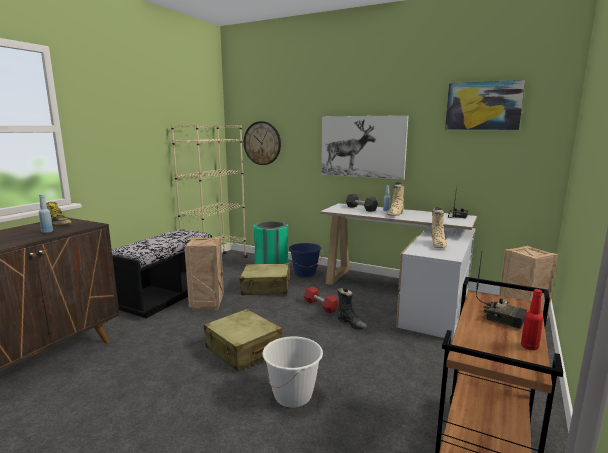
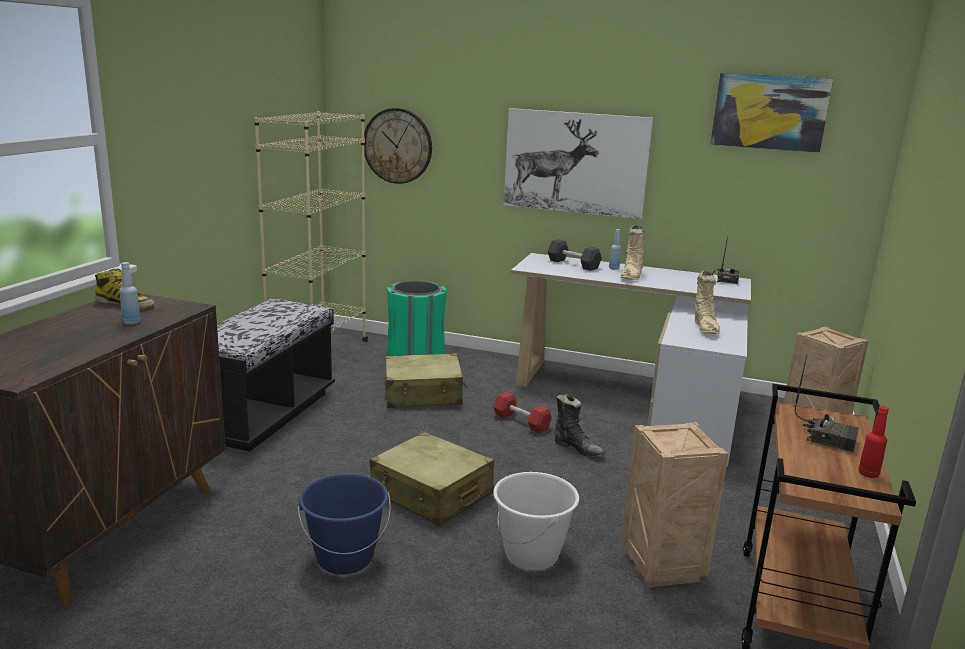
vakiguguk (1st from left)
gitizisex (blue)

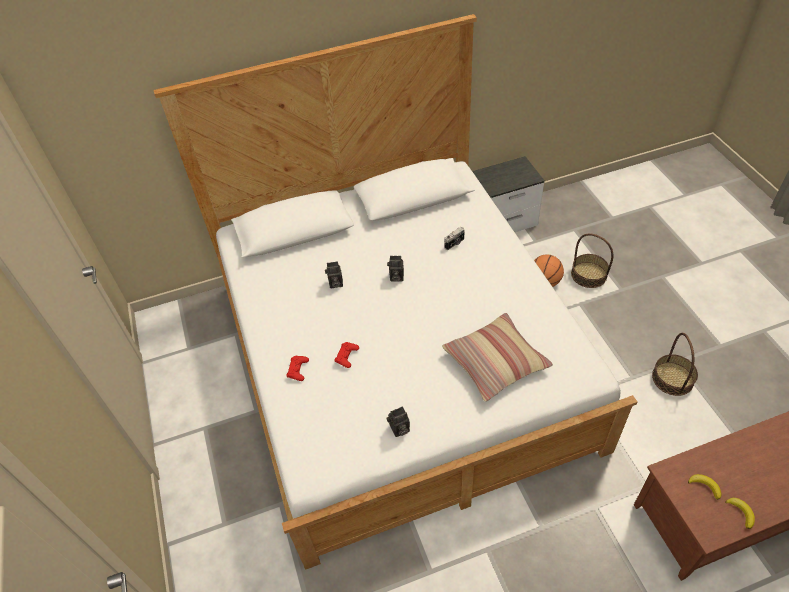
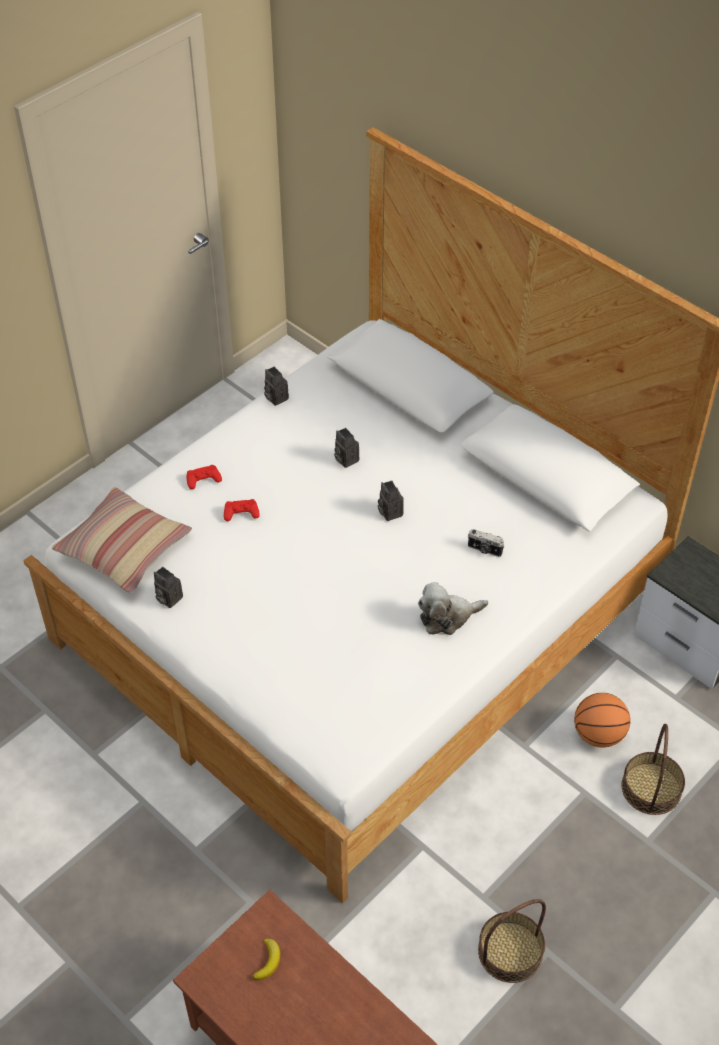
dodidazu (2nd from left in the first image)
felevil (2nd from left)
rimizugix
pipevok

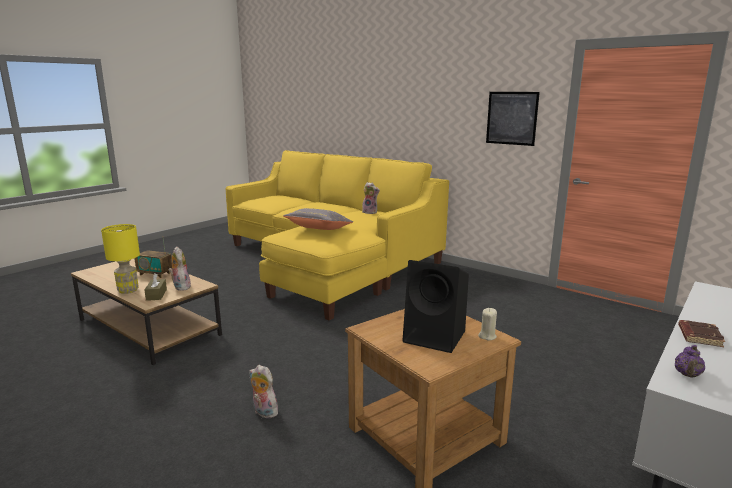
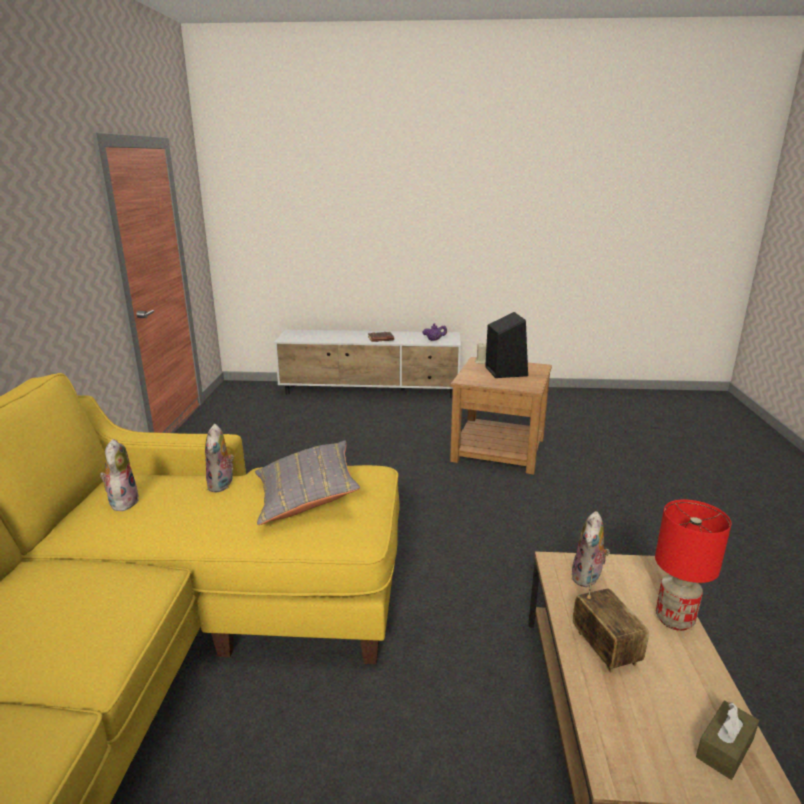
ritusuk
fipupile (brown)
rimizugix (2nd from left)
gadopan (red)

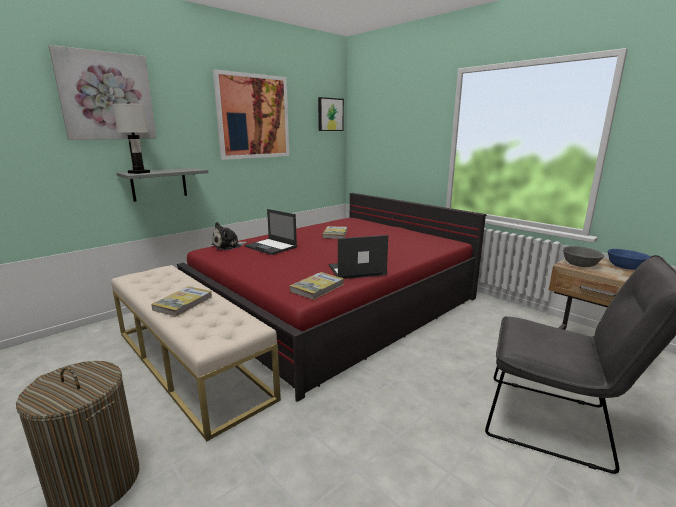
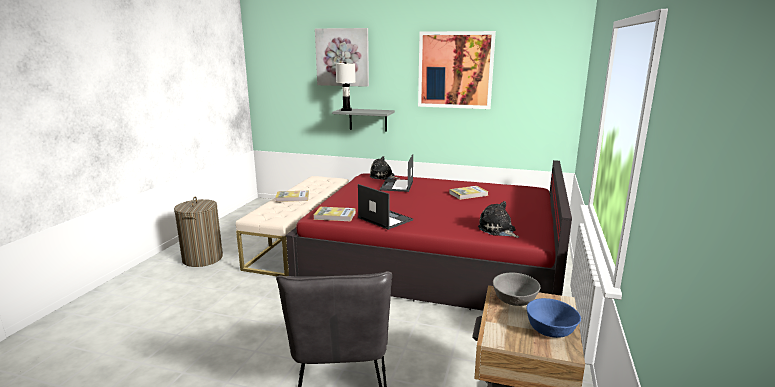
ritusuk (3rd from left in the first image)
rimizugix (2nd from left)

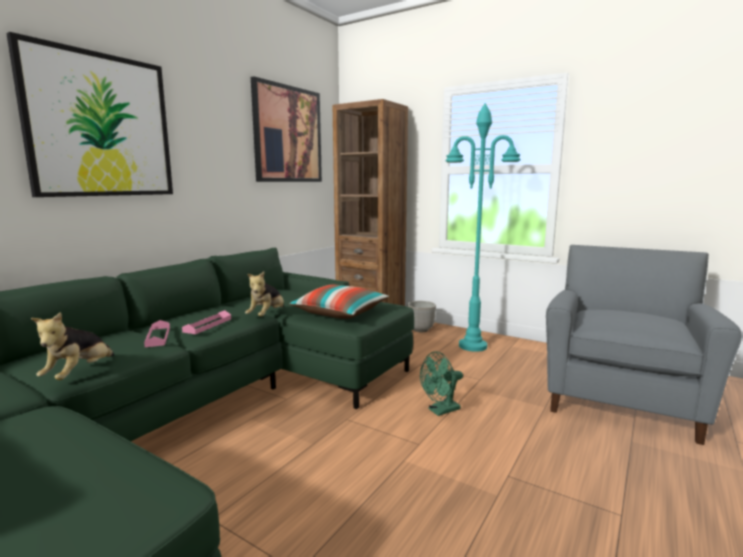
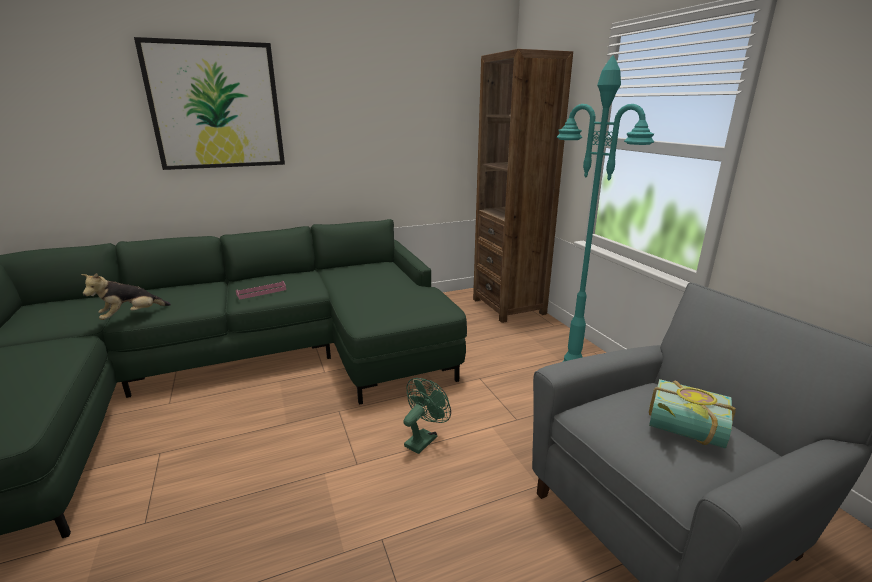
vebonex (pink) (1st from left in the first image)
rimizugix (2nd from left in the first image)
ritusuk (2nd from left in the first image)
pipevok
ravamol
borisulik
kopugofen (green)

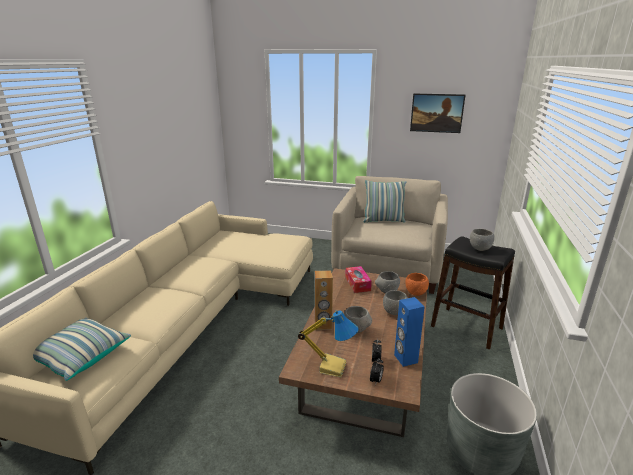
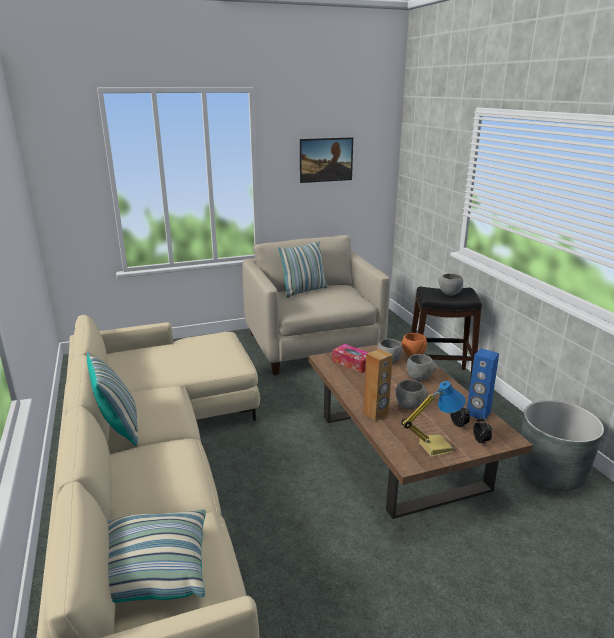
pipevok (1st from left)

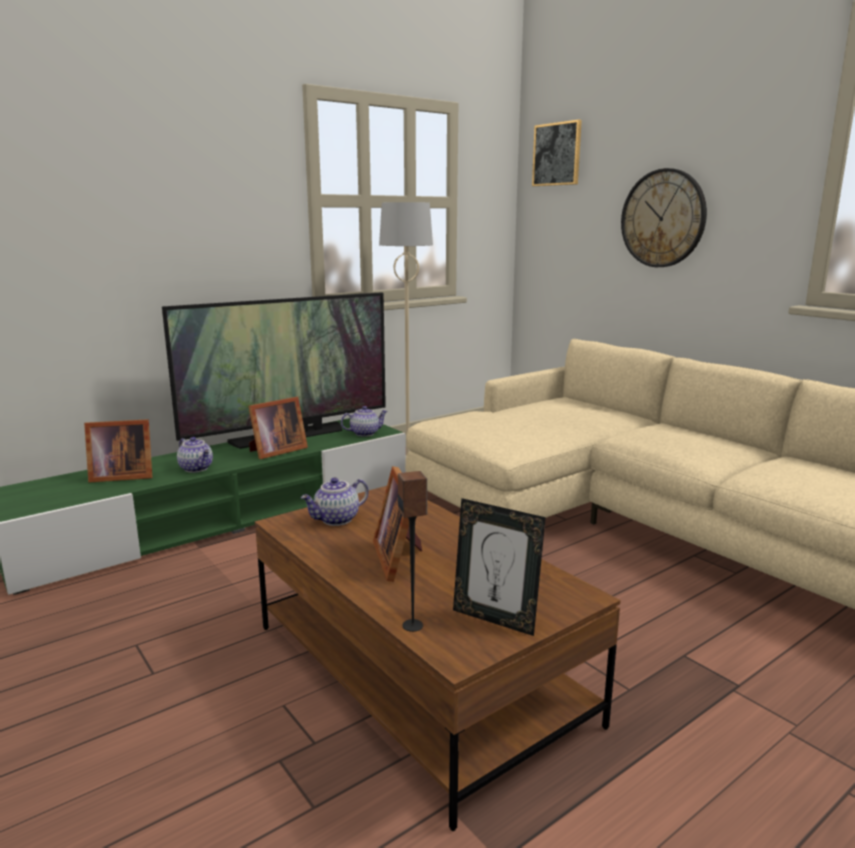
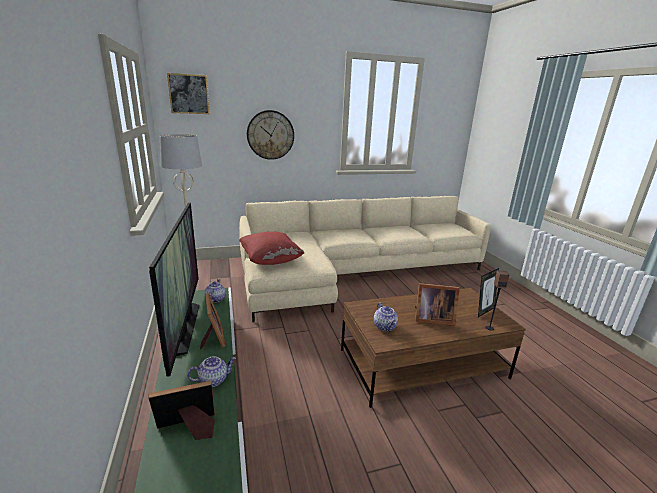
pipevok (red)
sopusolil (1st from left)

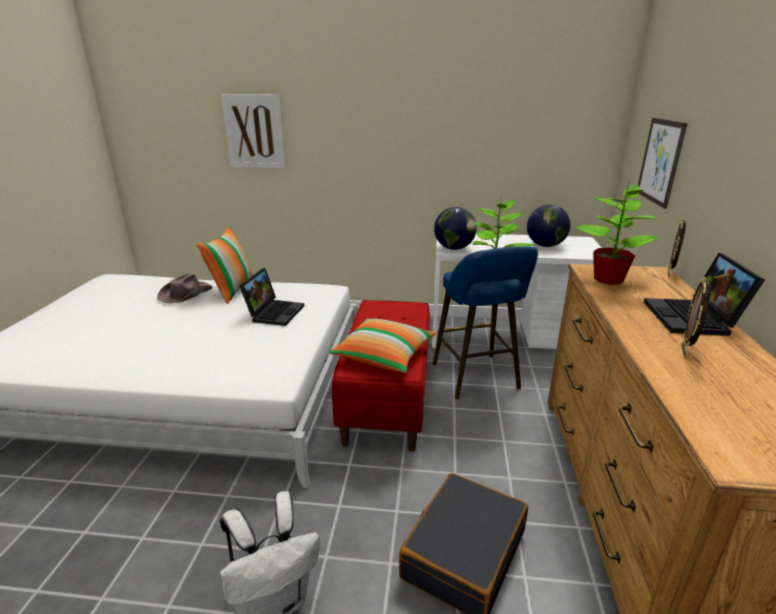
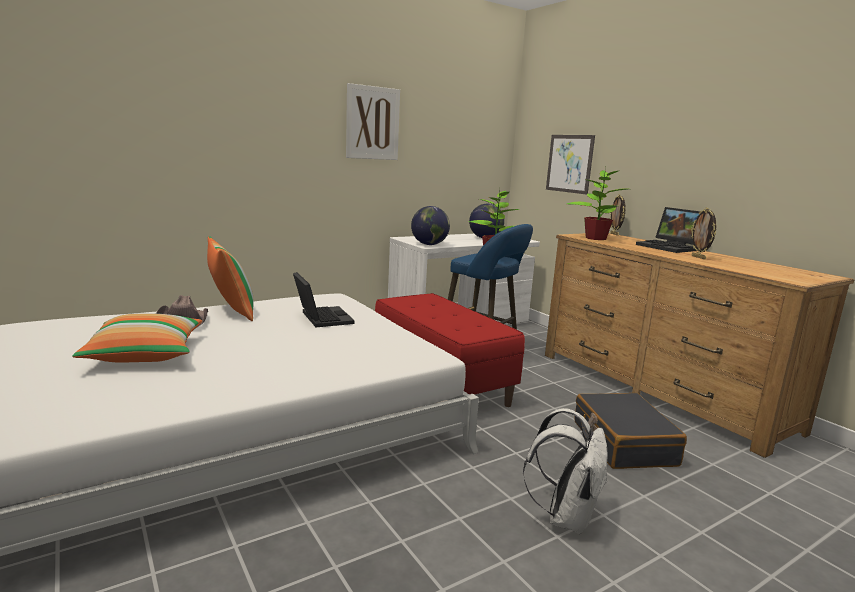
ritusuk (1st from left)
pipevok (1st from left)

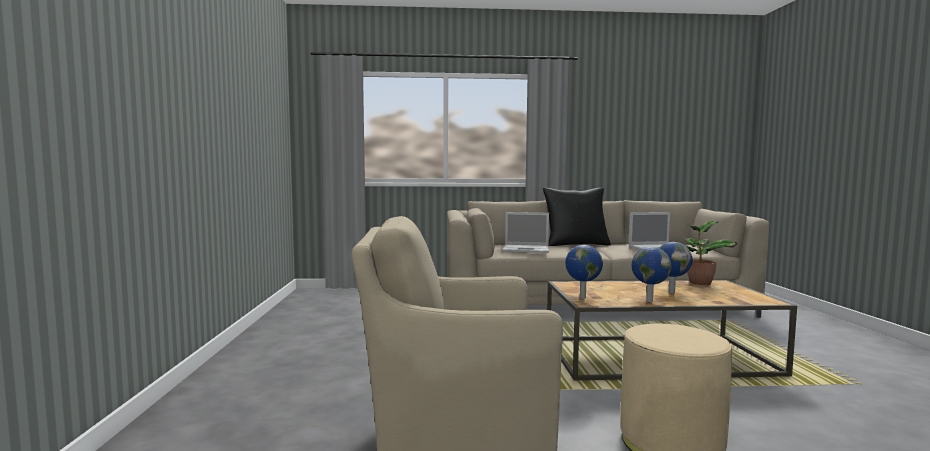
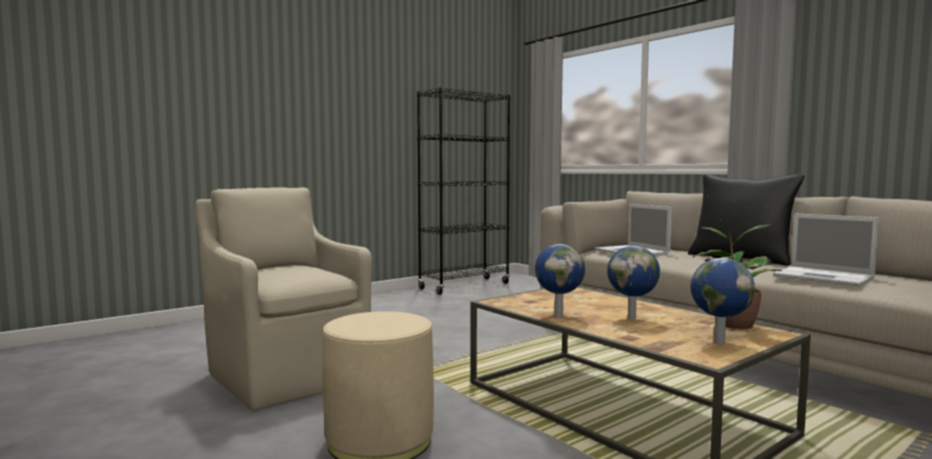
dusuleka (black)
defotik (3rd from left)

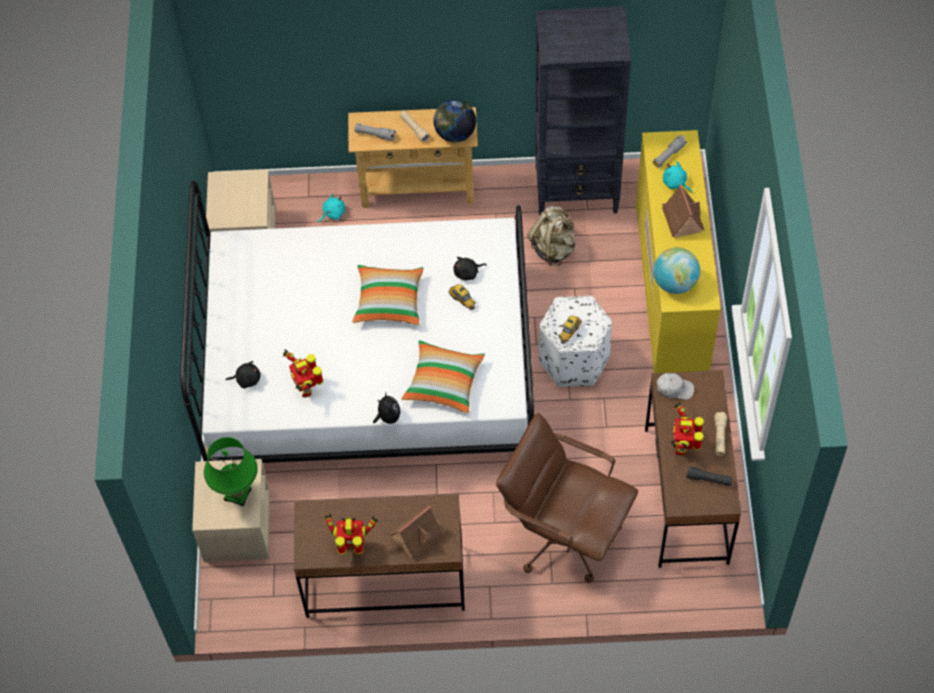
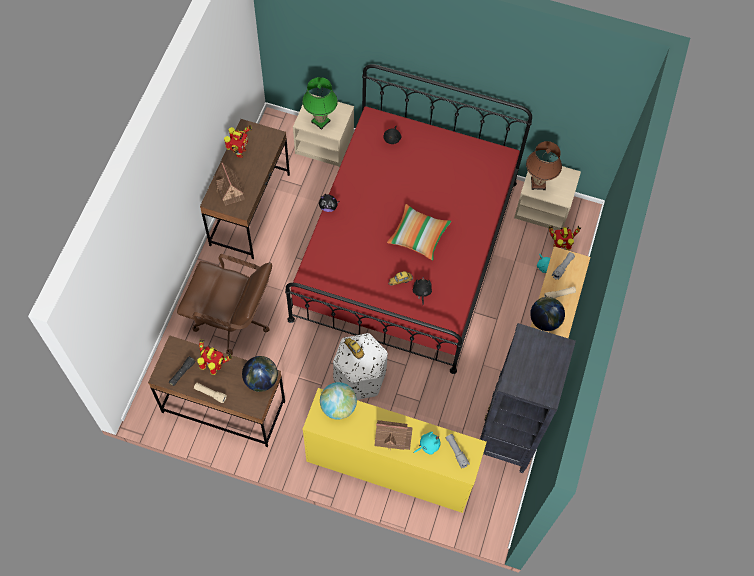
pipevok (2nd from left in the first image)
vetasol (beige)
gadopan (brown)
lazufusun (3rd from left)
defotik (1st from left)
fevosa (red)
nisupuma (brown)

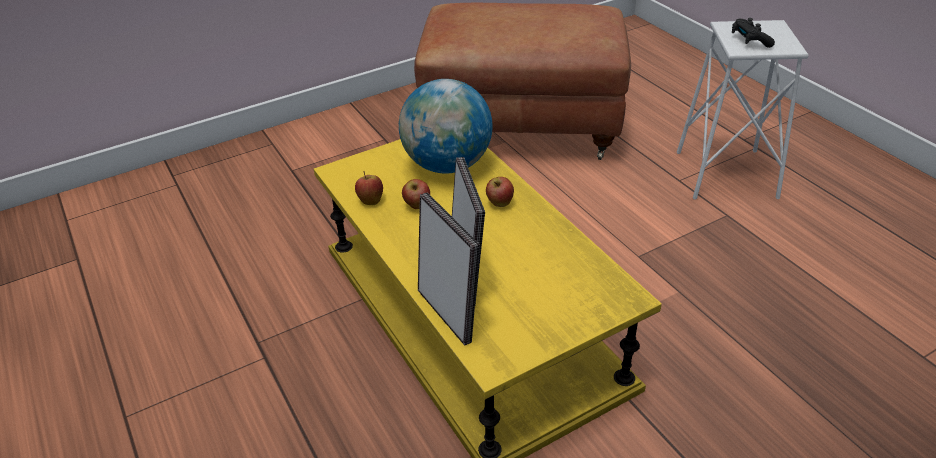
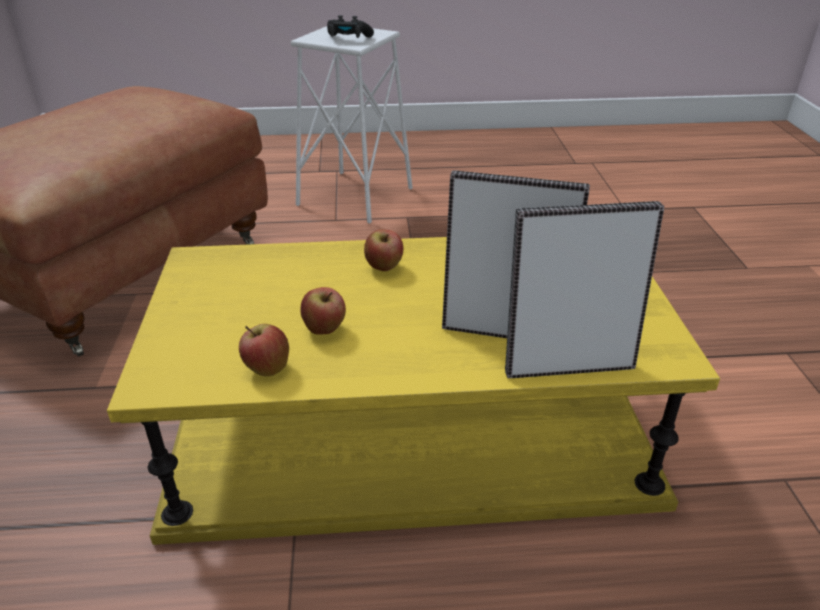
defotik

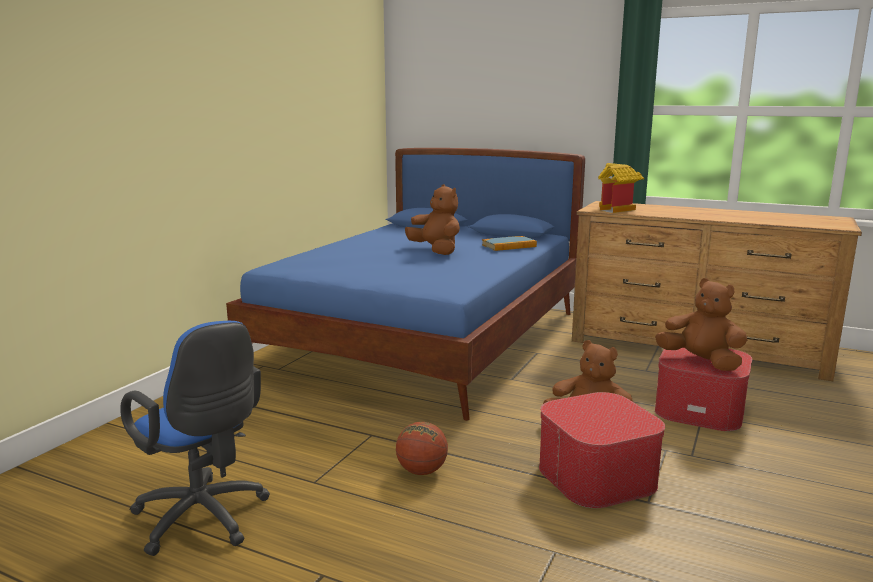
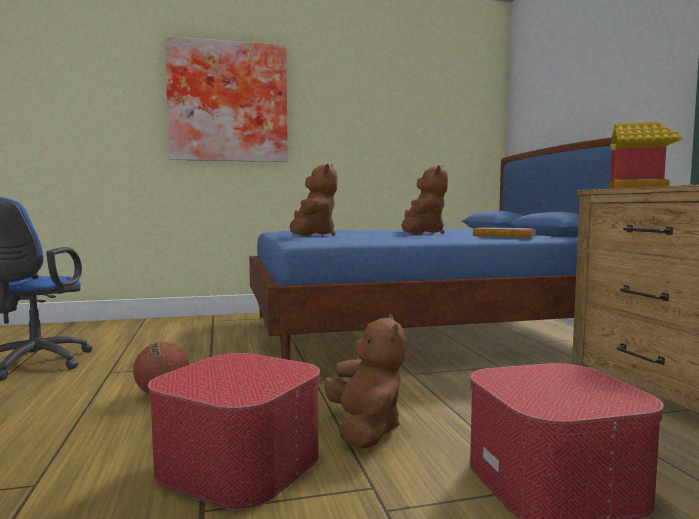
ritusuk
rimizugix (brown) (1st from left)

